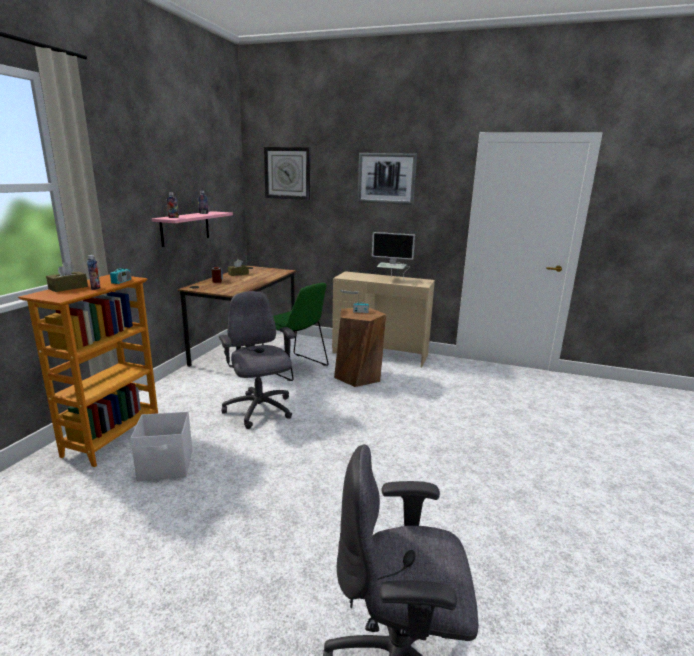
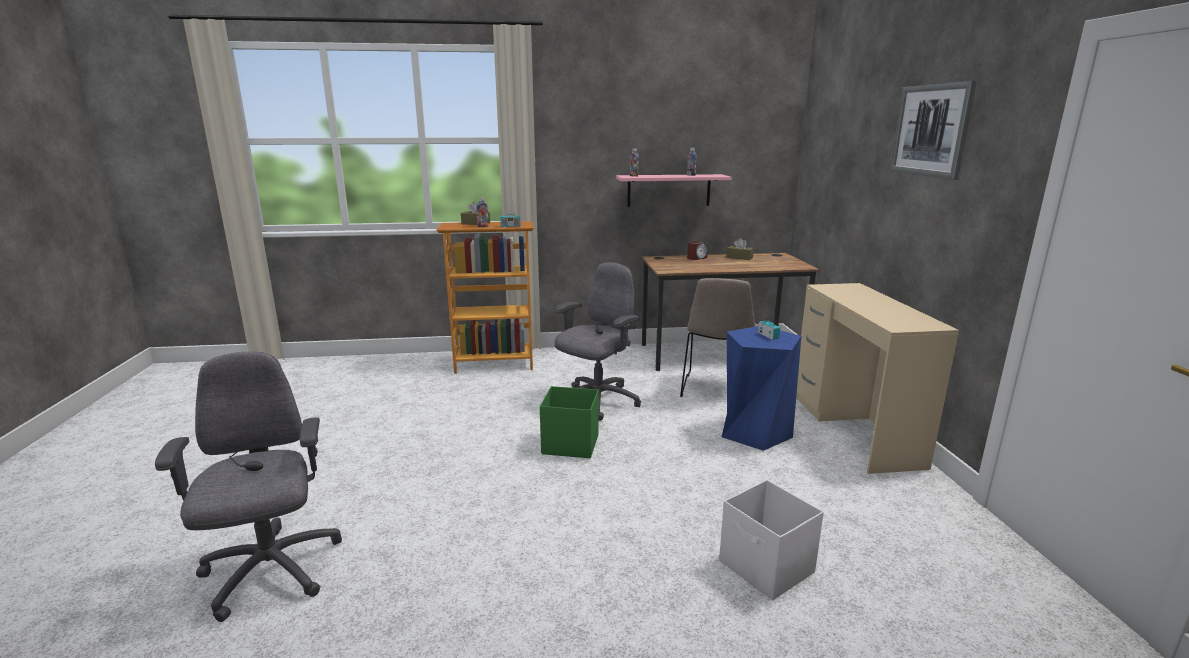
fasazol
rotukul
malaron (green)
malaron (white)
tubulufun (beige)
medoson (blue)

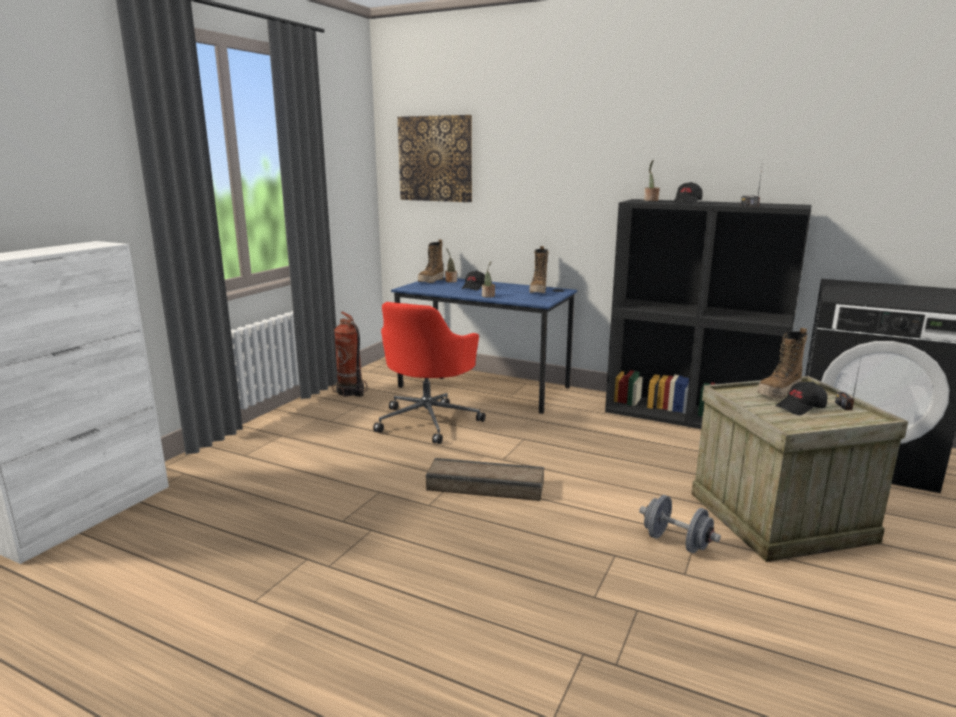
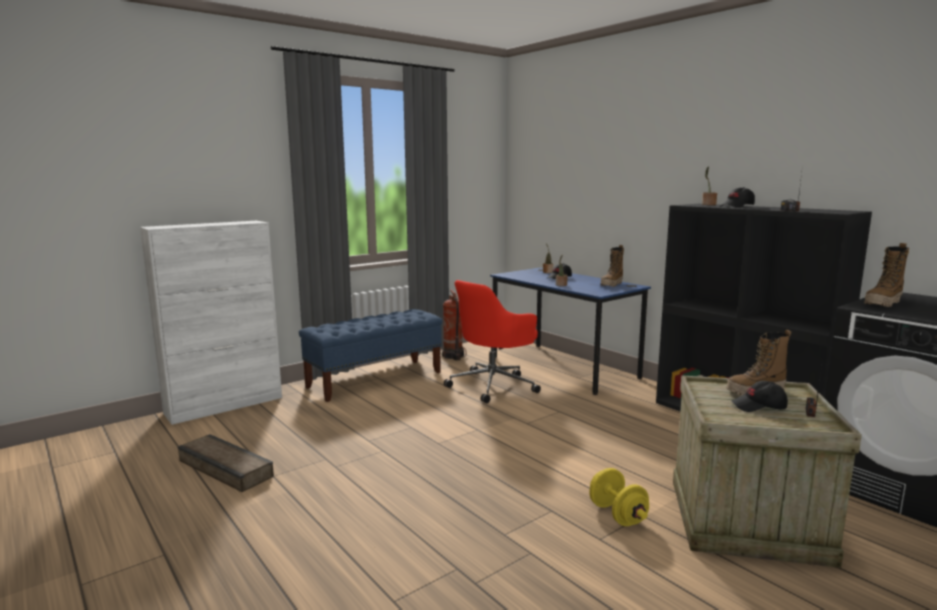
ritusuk
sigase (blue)
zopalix (3rd from left)
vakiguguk (1st from left)
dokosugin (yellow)

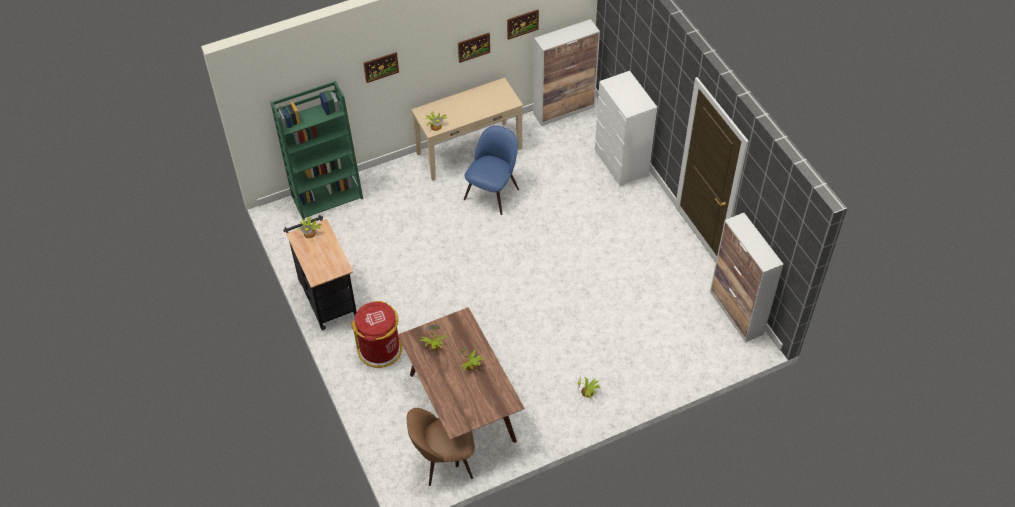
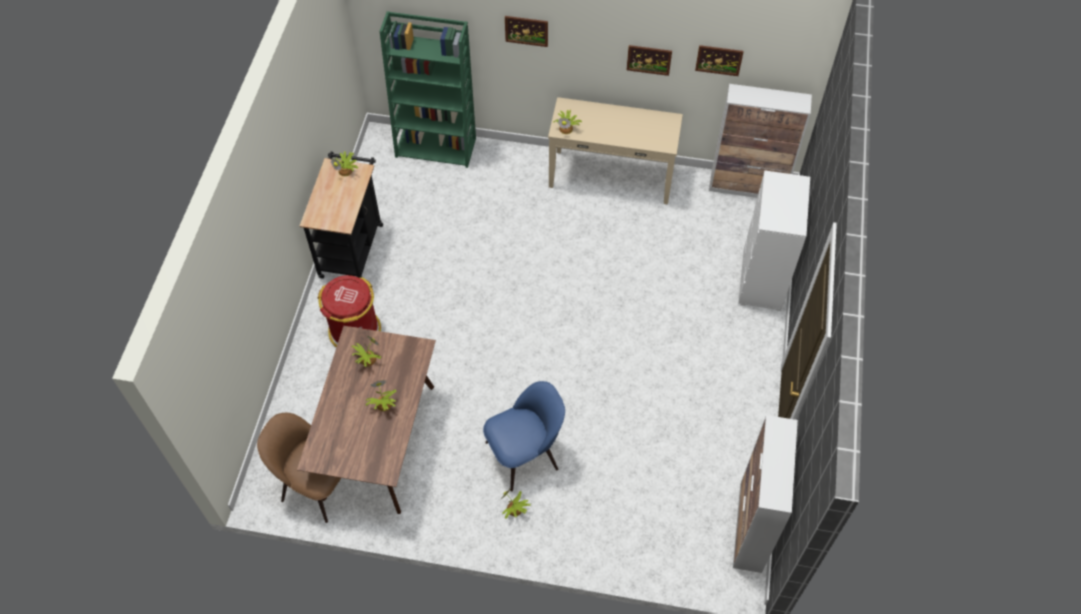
tubulufun (blue)

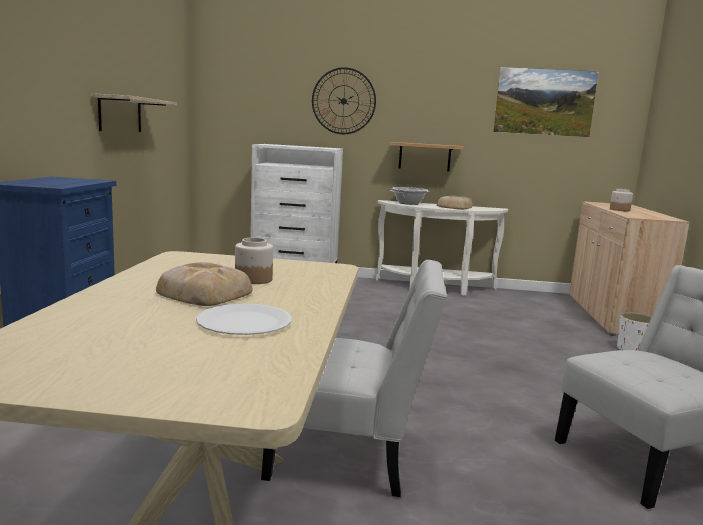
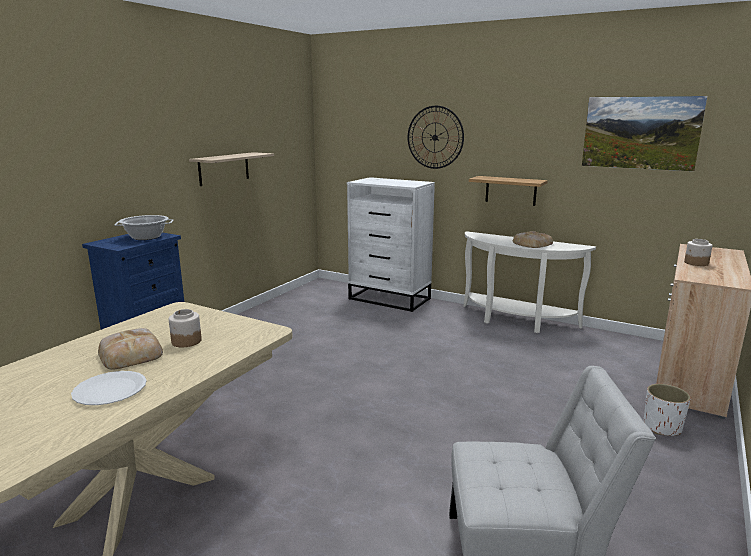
tubulufun (white) (1st from left in the first image)
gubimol

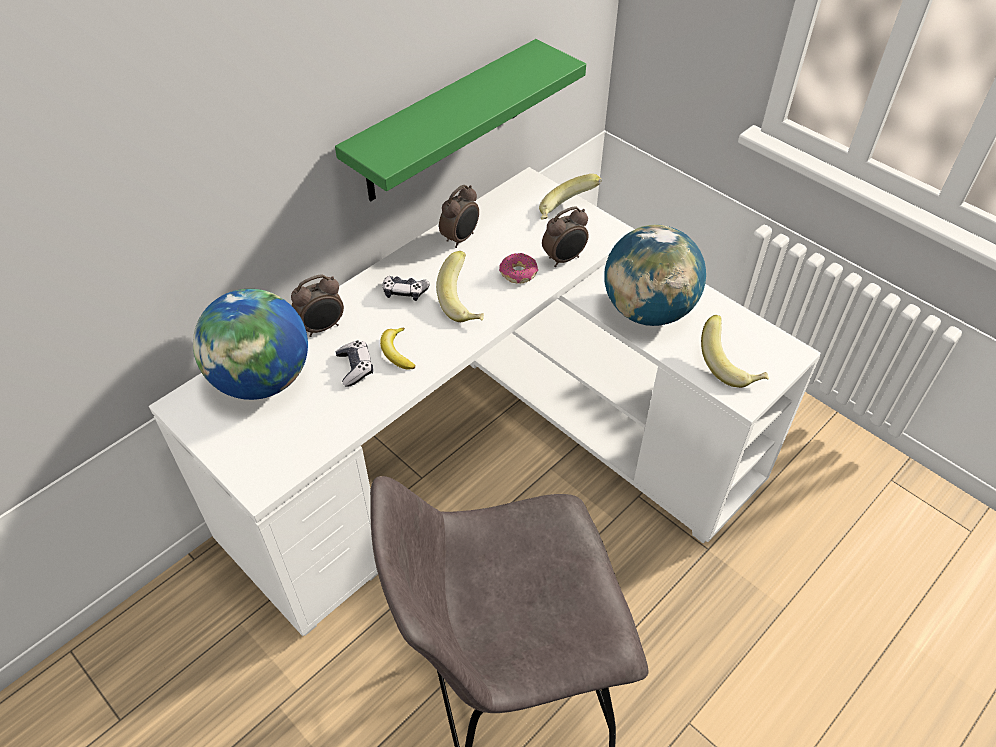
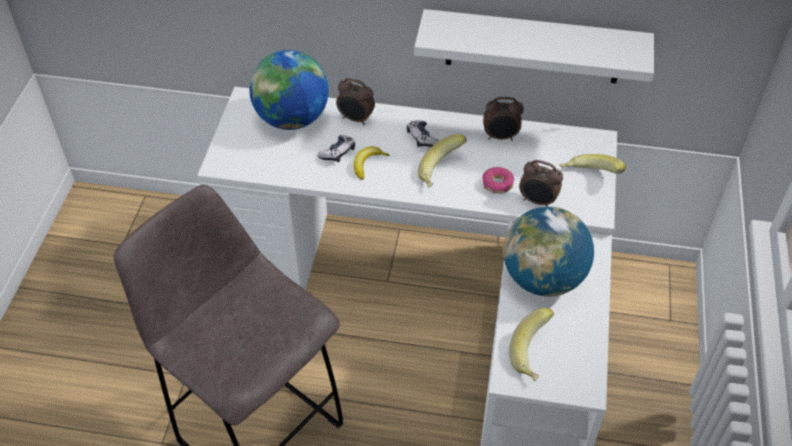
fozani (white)

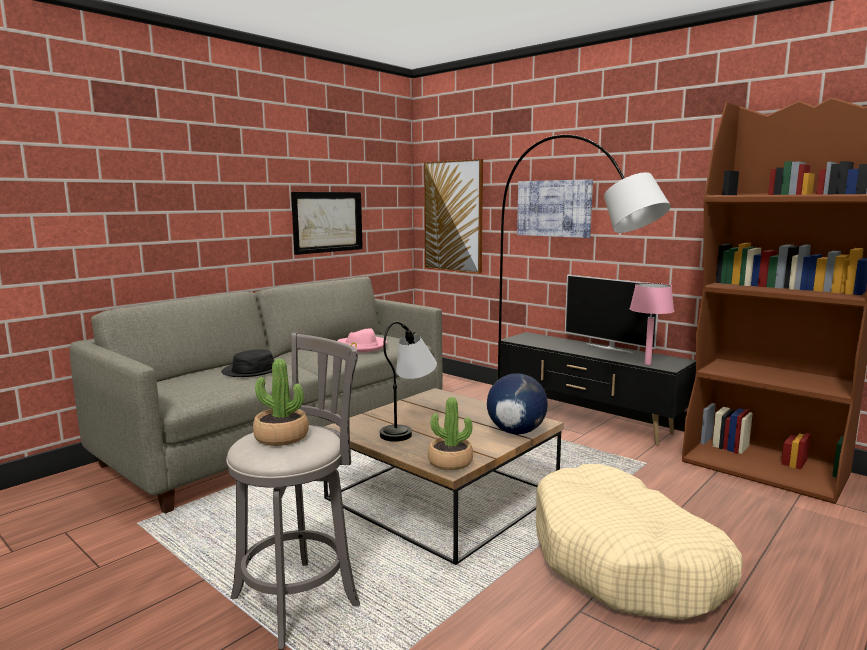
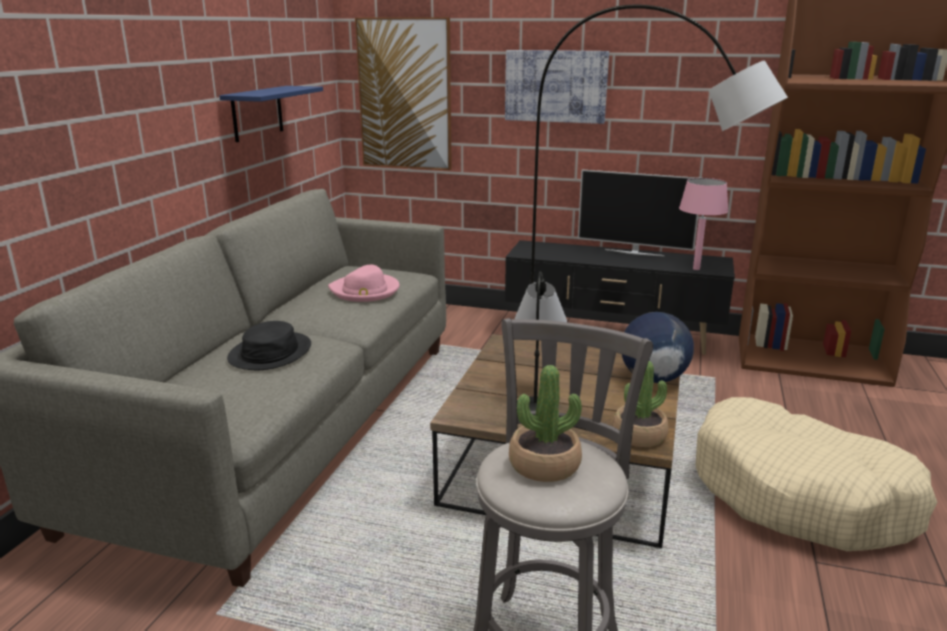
fozani (blue)

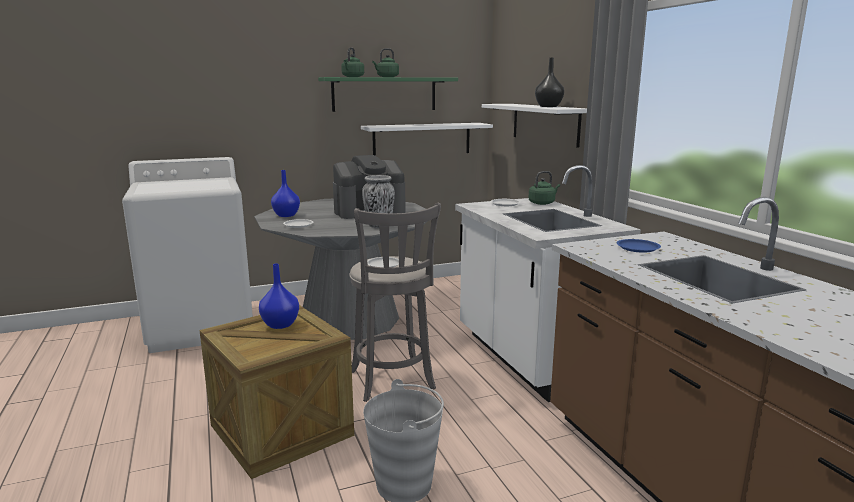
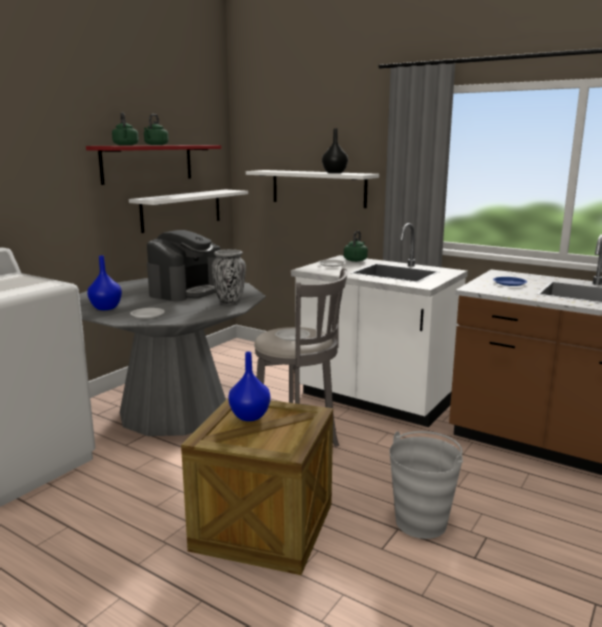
fozani (red)

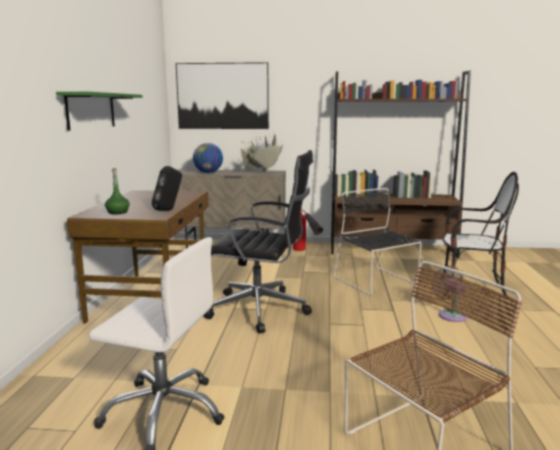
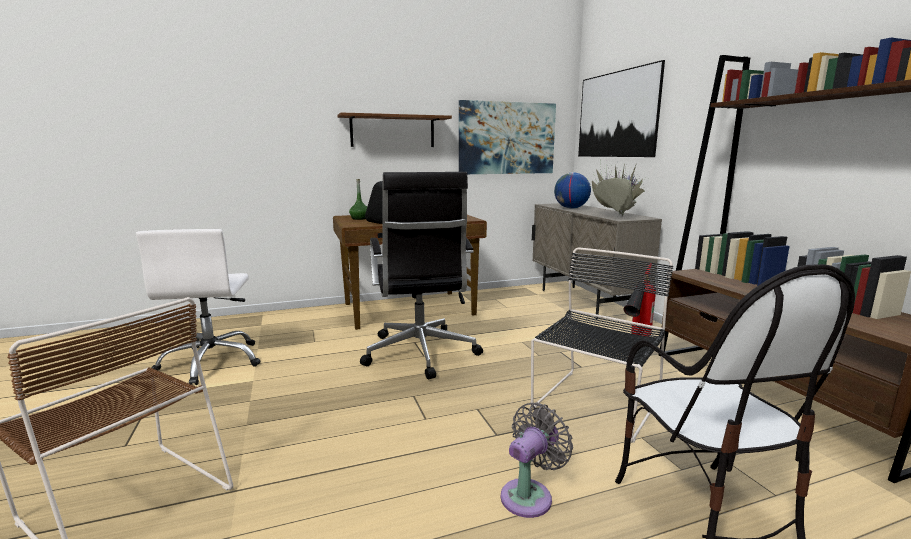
ritusuk (1st from left)
fozani (brown)

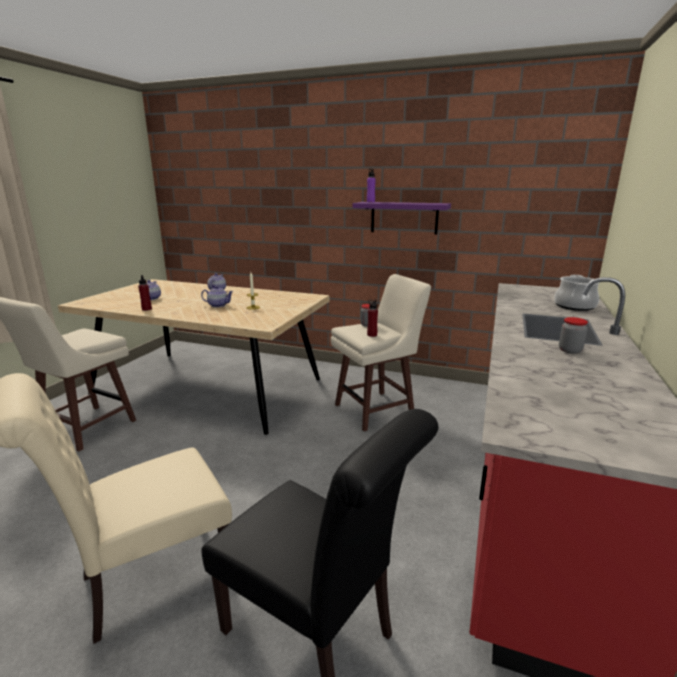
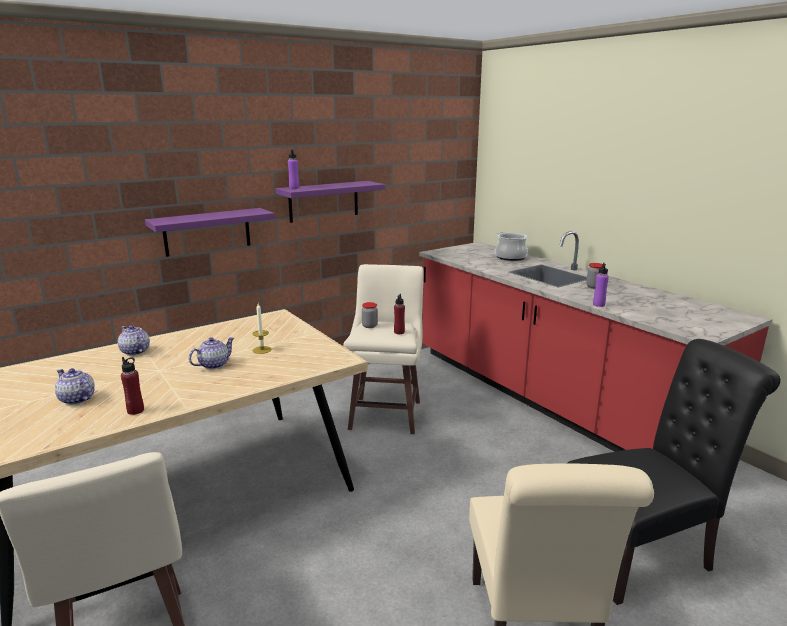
fozani (purple) (1st from left)
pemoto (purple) (2nd from left)

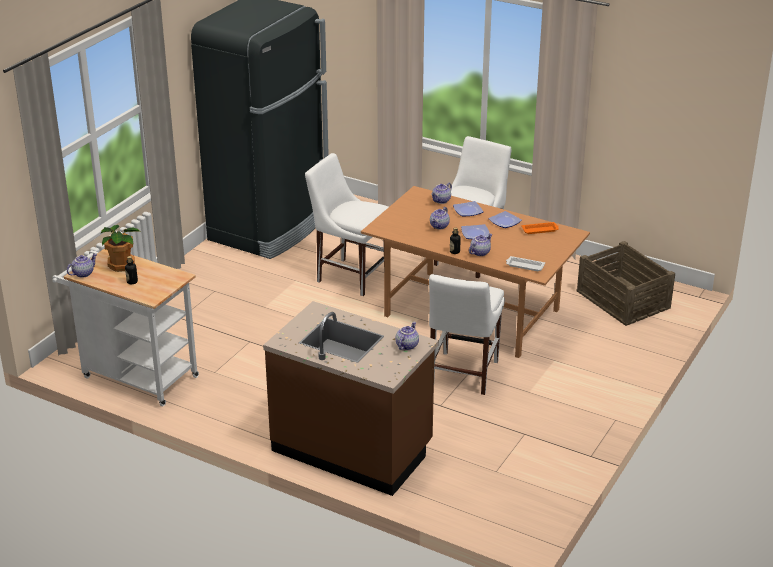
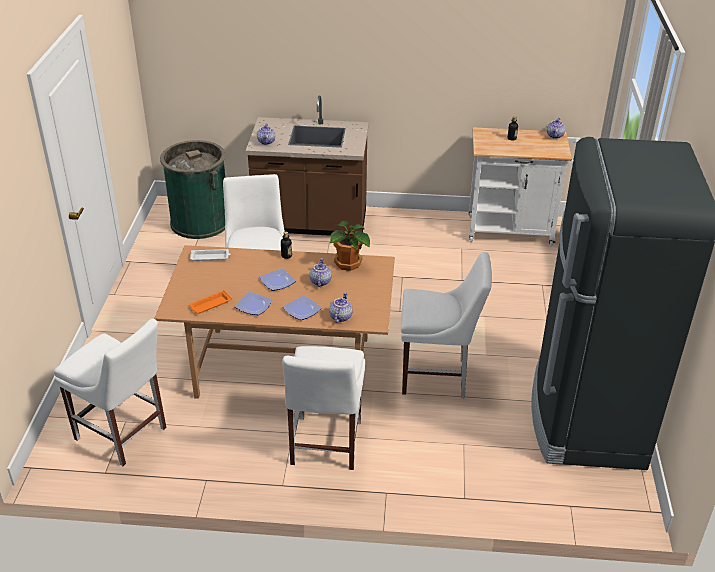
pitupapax (5th from left in the first image)
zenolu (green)
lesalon
tubulufun (white) (1st from left)

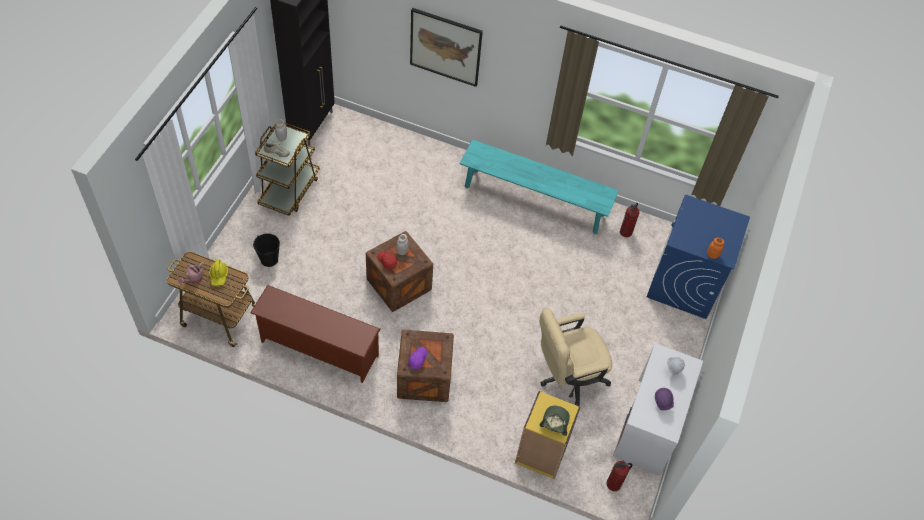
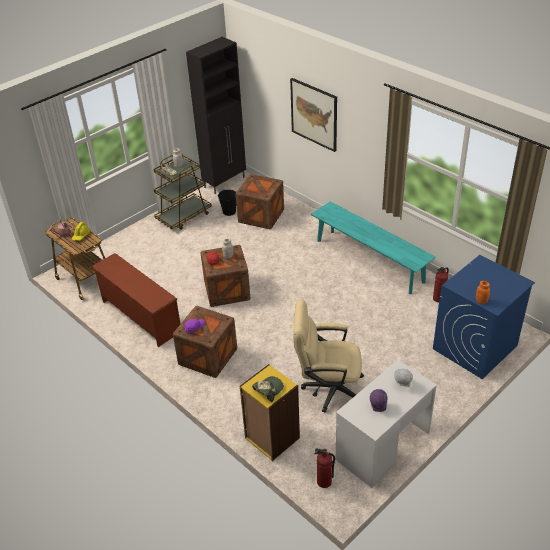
vakiguguk (3rd from left)
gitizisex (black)

